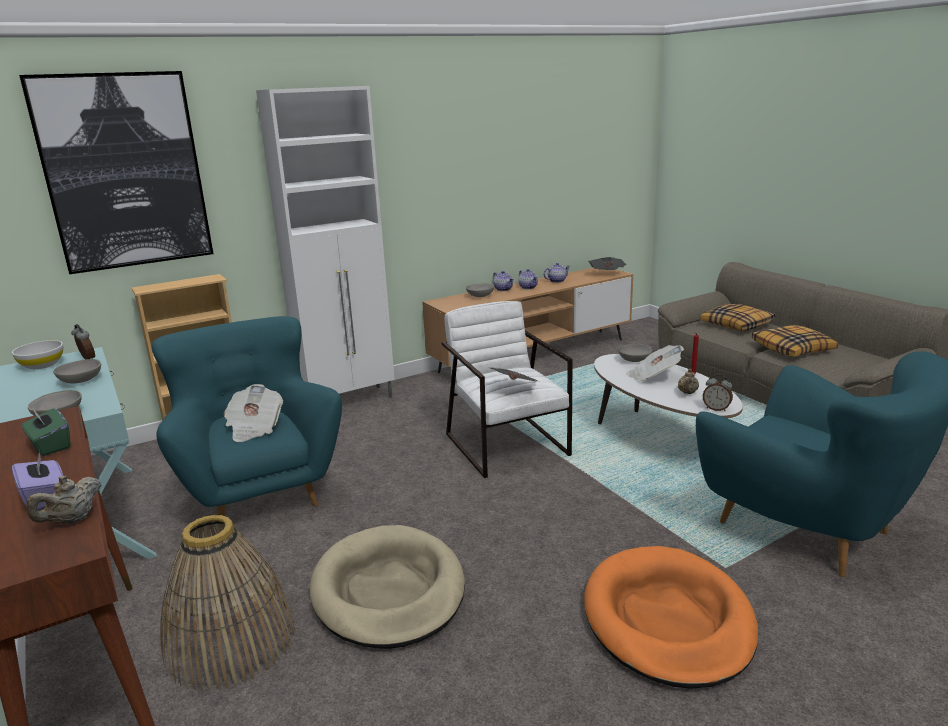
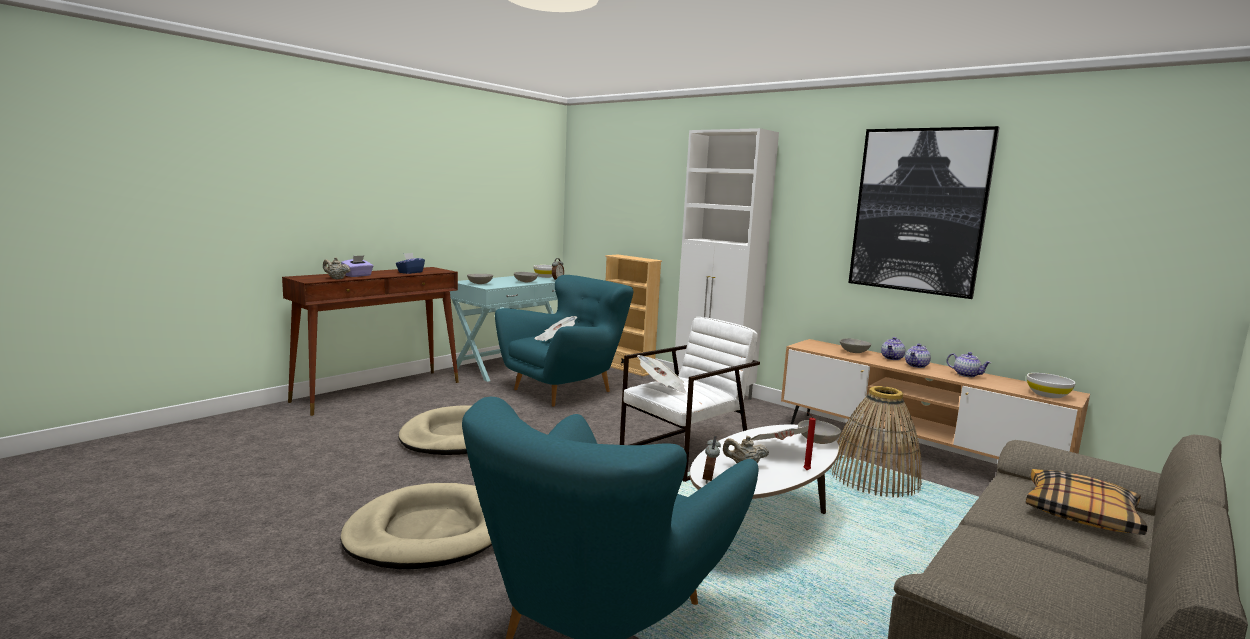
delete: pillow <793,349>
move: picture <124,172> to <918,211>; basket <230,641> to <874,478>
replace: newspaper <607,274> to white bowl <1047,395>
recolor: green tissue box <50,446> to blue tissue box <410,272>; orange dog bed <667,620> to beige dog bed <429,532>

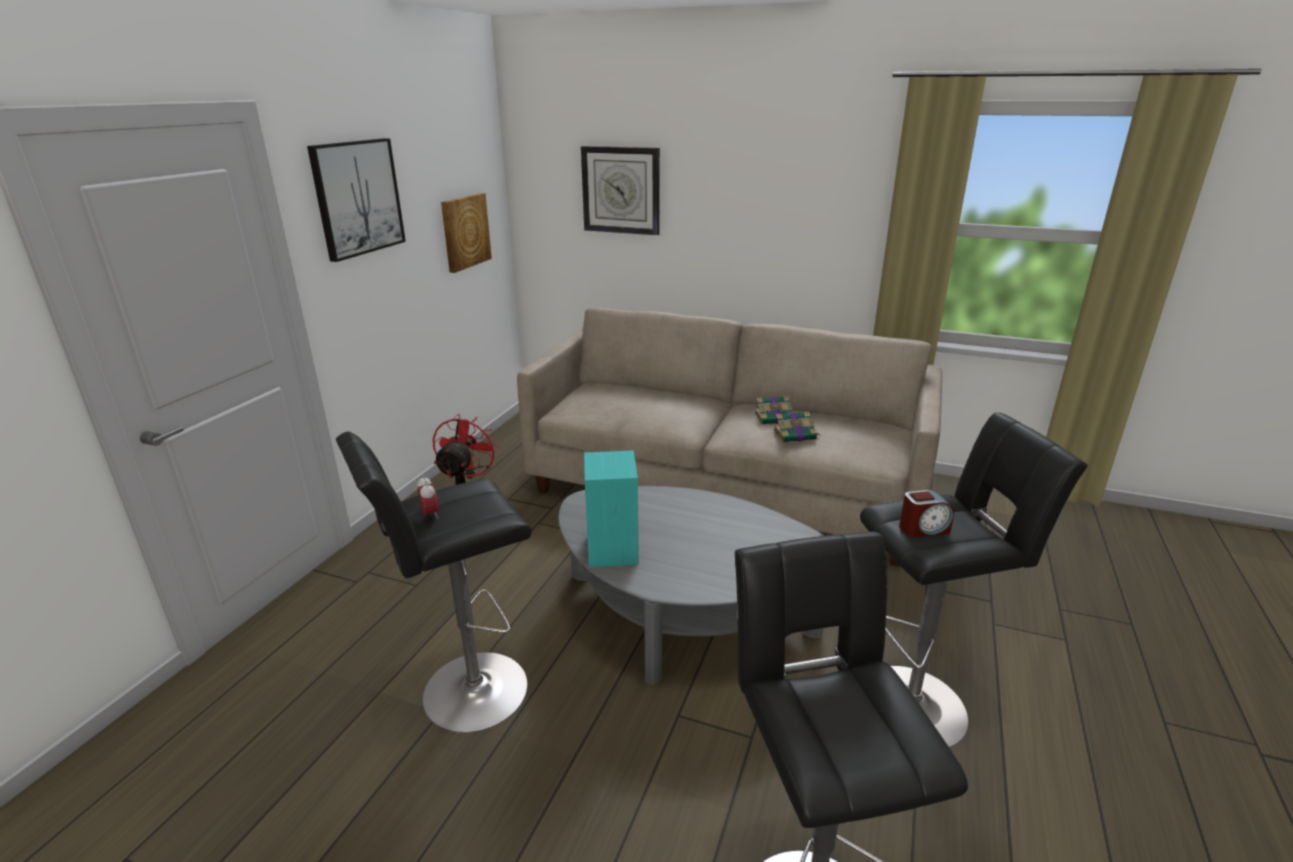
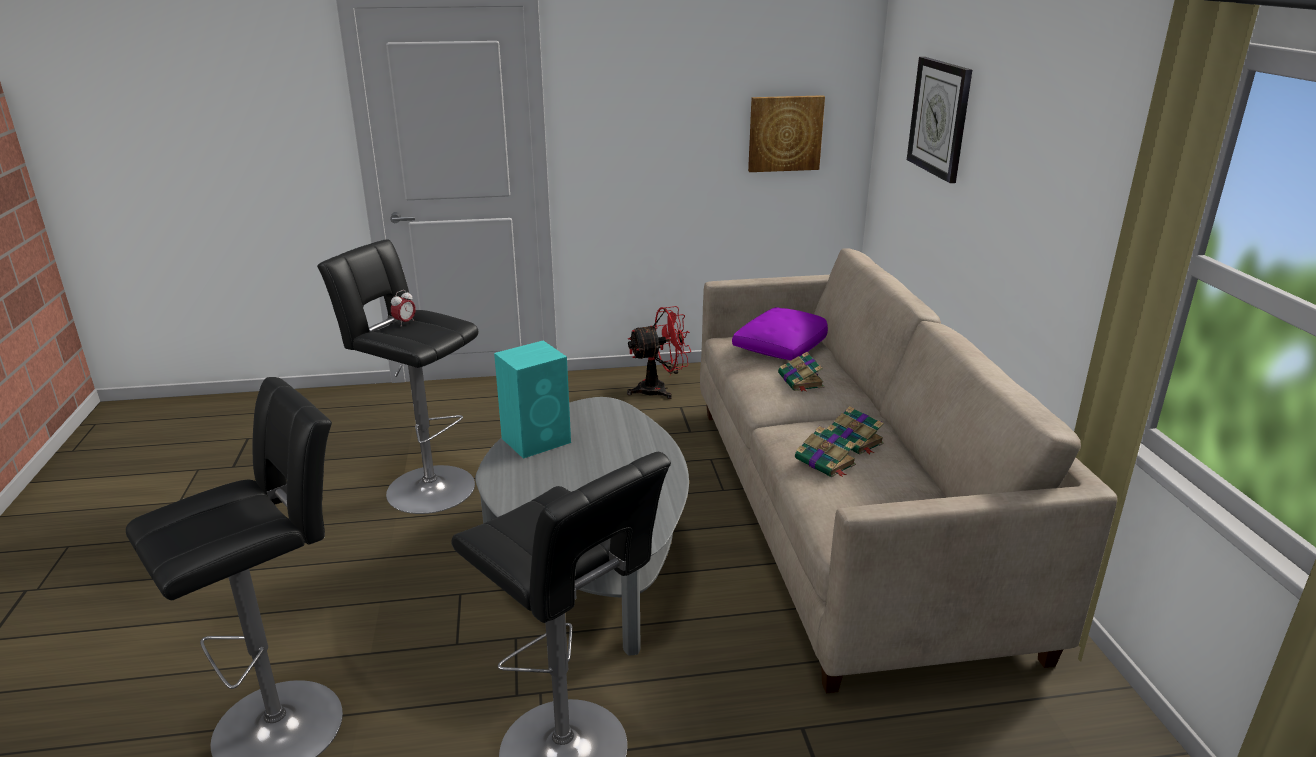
delete: picture <357,198>; alarm clock <923,529>
insert: purple pillow <783,346>; book <801,381>

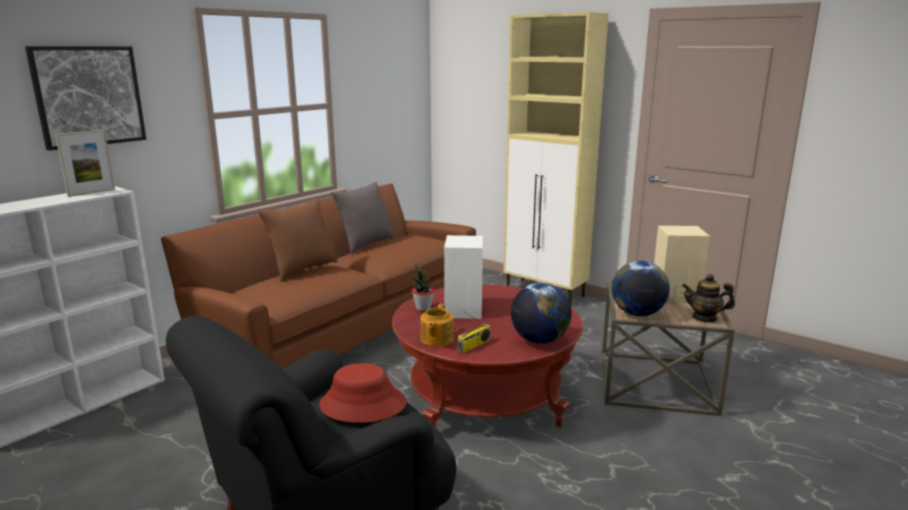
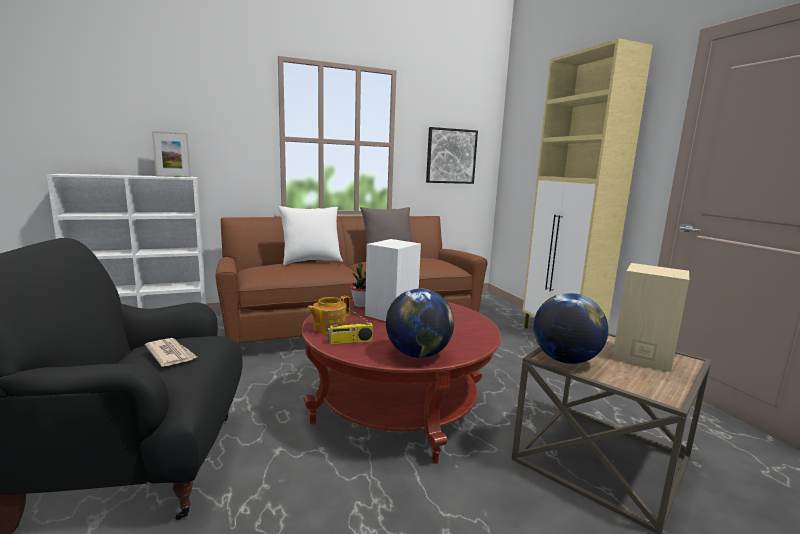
delete: teapot <704,318>
move: picture <88,96> to <451,156>
replace: red hat <362,404> to newspaper <171,354>
recolor: brown pillow <302,270> to white pillow <311,262>

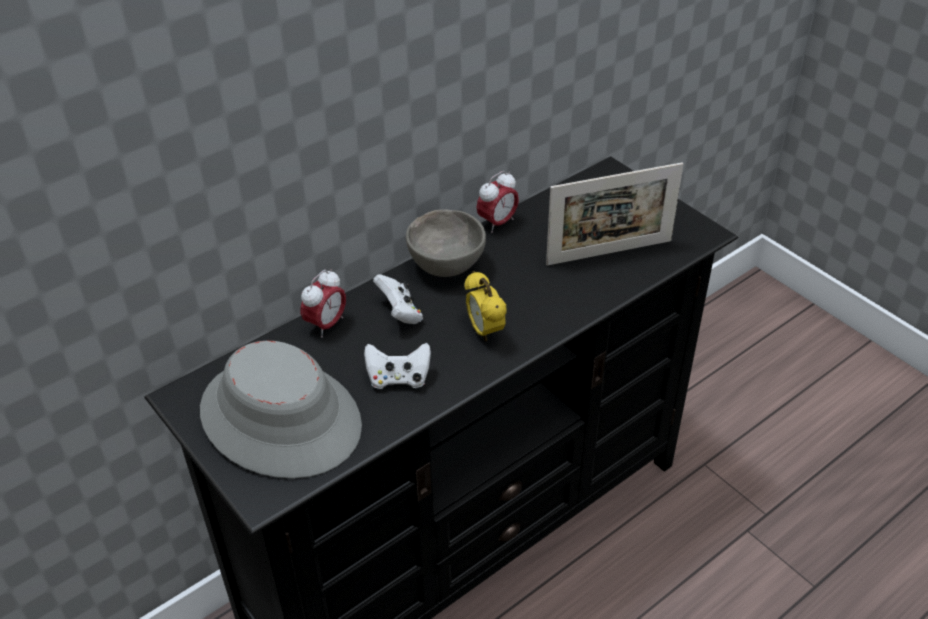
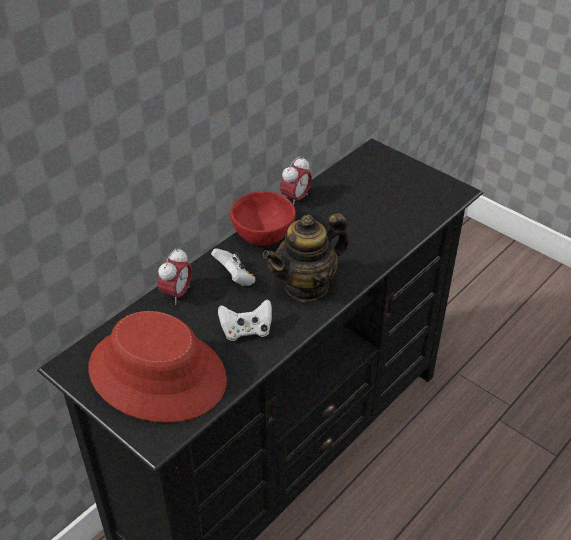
delete: picture frame <609,252>
replace: alarm clock <485,331> to teapot <306,285>
recolor: grey hat <281,418> to red hat <158,373>; grey bowl <447,265> to red bowl <263,235>

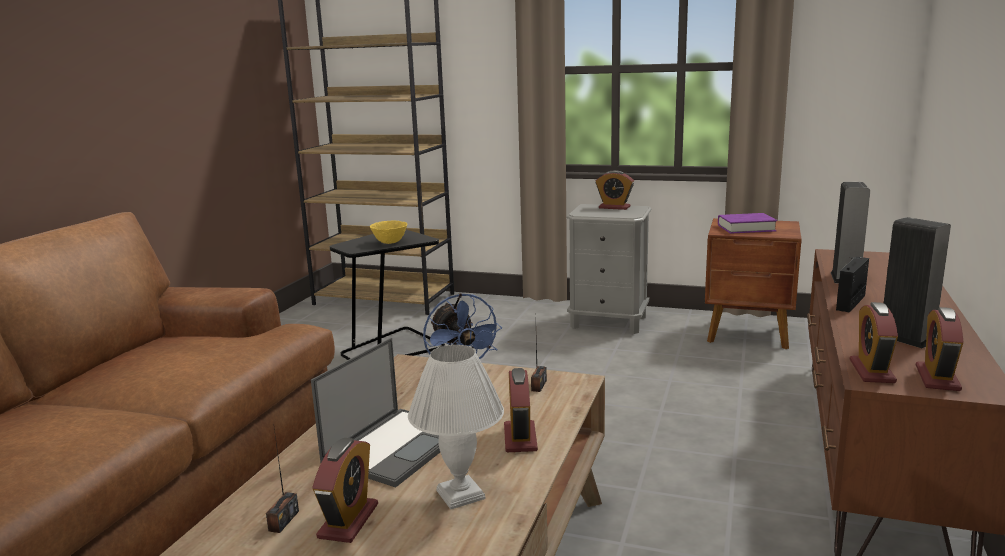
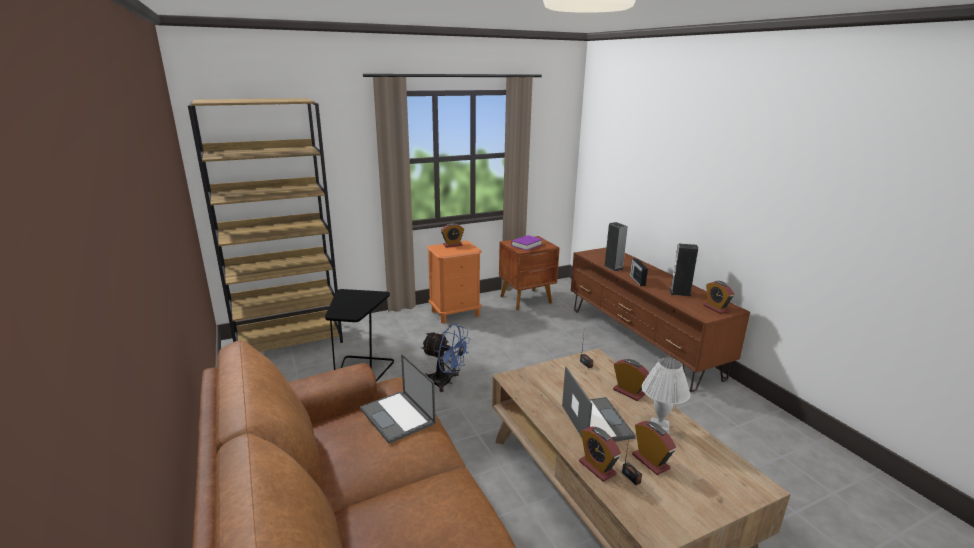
delete: yellow bowl <390,243>
insert: laptop <398,416>
move: alarm clock <872,371> to <597,468>
recolor: grey nightstand <608,322> to orange nightstand <455,313>

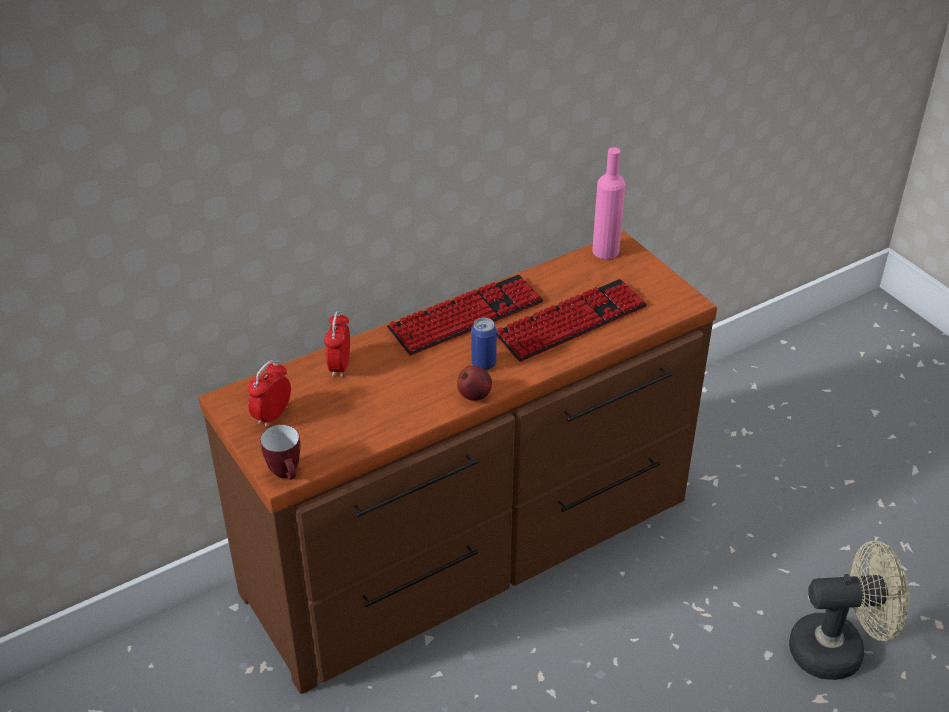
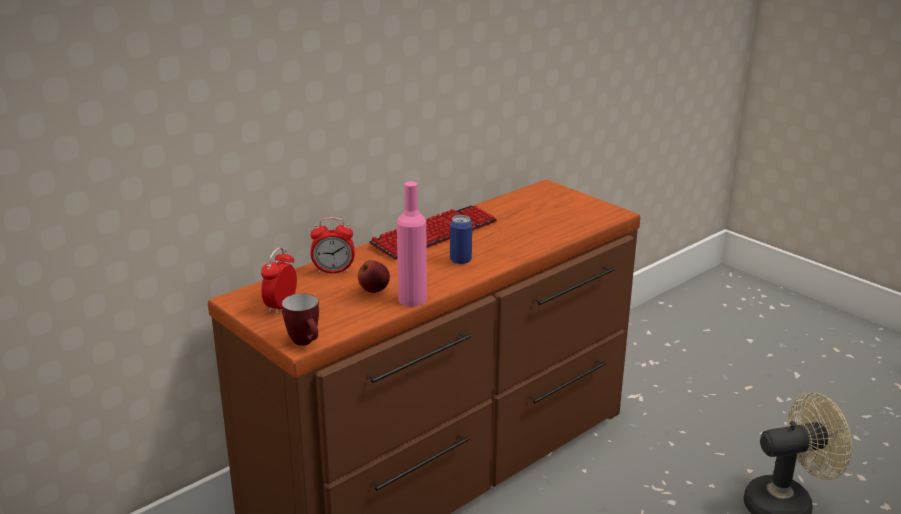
delete: keyboard <571,322>
move: apple <474,395> to <374,290>; pink bottle <605,251> to <412,299>
rotate: alarm clock <340,366> = <333,271> 90 degrees counterclockwise

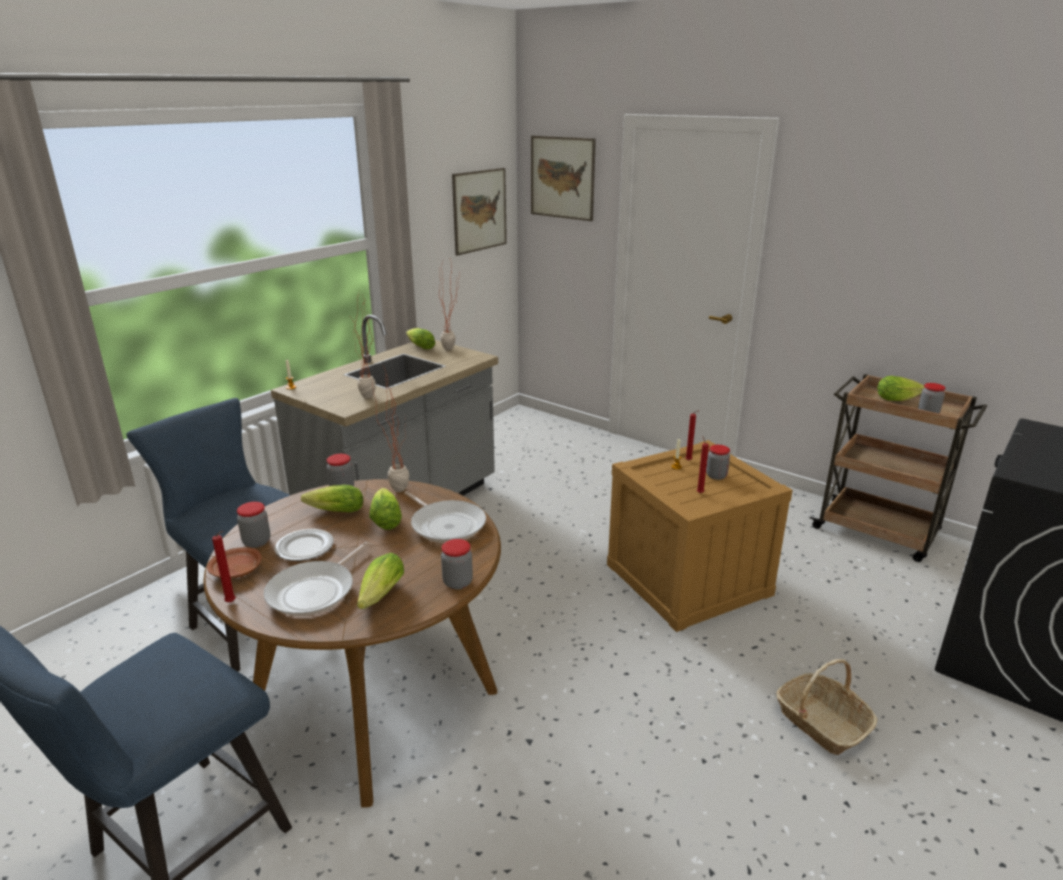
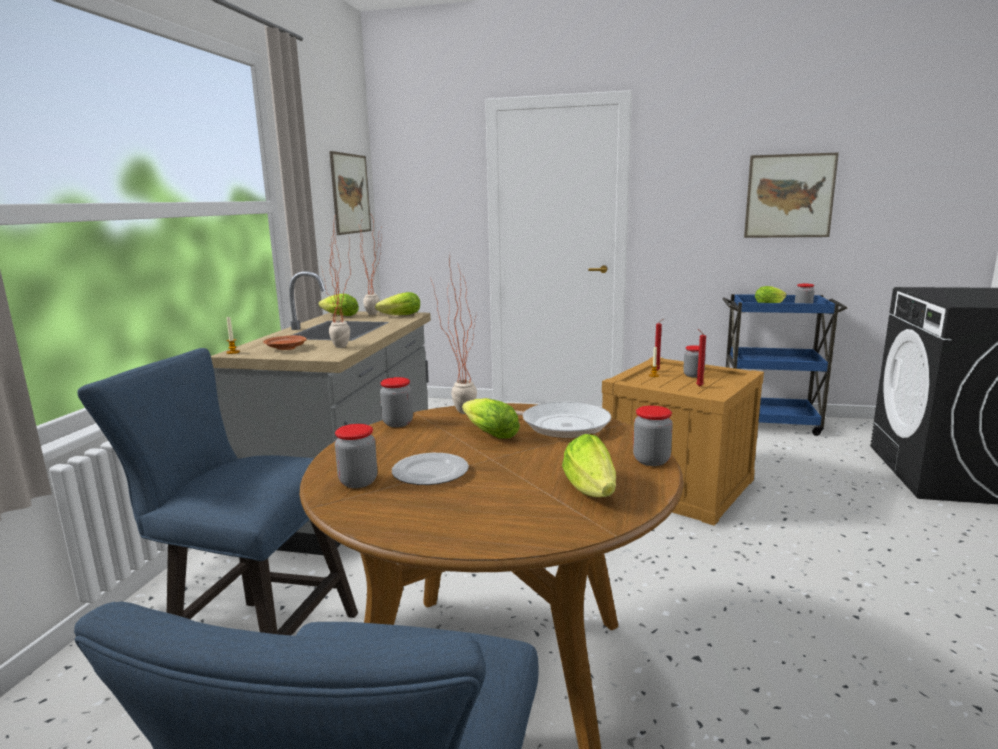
delete: red candle <232,603>; frying pan <315,591>; basket <821,723>
move: brown plate <236,571> to <285,348>; lettuce <333,512> to <398,316>; picture <562,177> to <789,196>
recolor: brown cart <878,531> to blue cart <769,423>

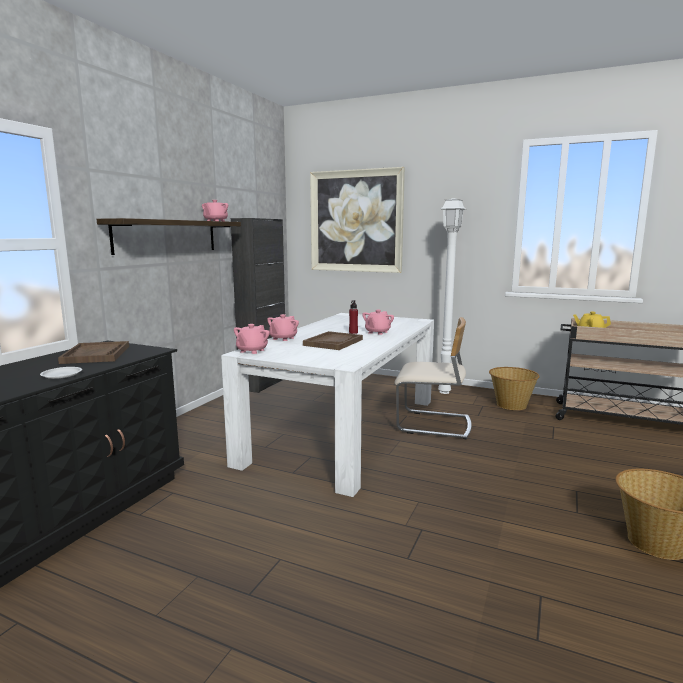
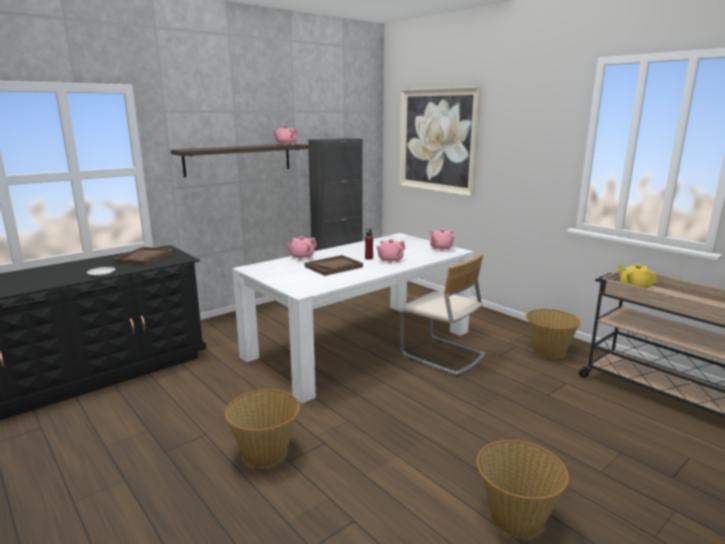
delete: white floor lamp <443,392>
insert: basket <265,452>
move: pink teapot <252,351> to <441,248>

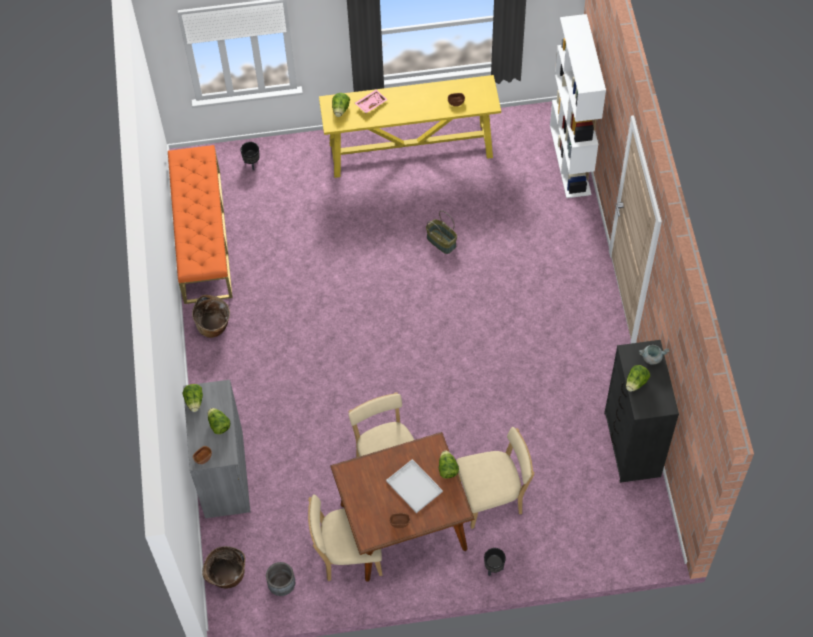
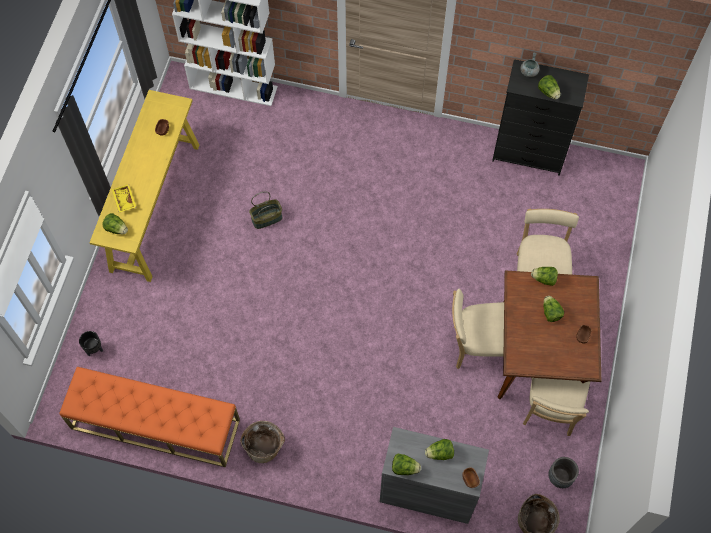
delete: black planter <494,568>
replace: white tray <413,486> to lettuce <550,312>
recolor: pink tray <370,103> to yellow tray <124,200>

